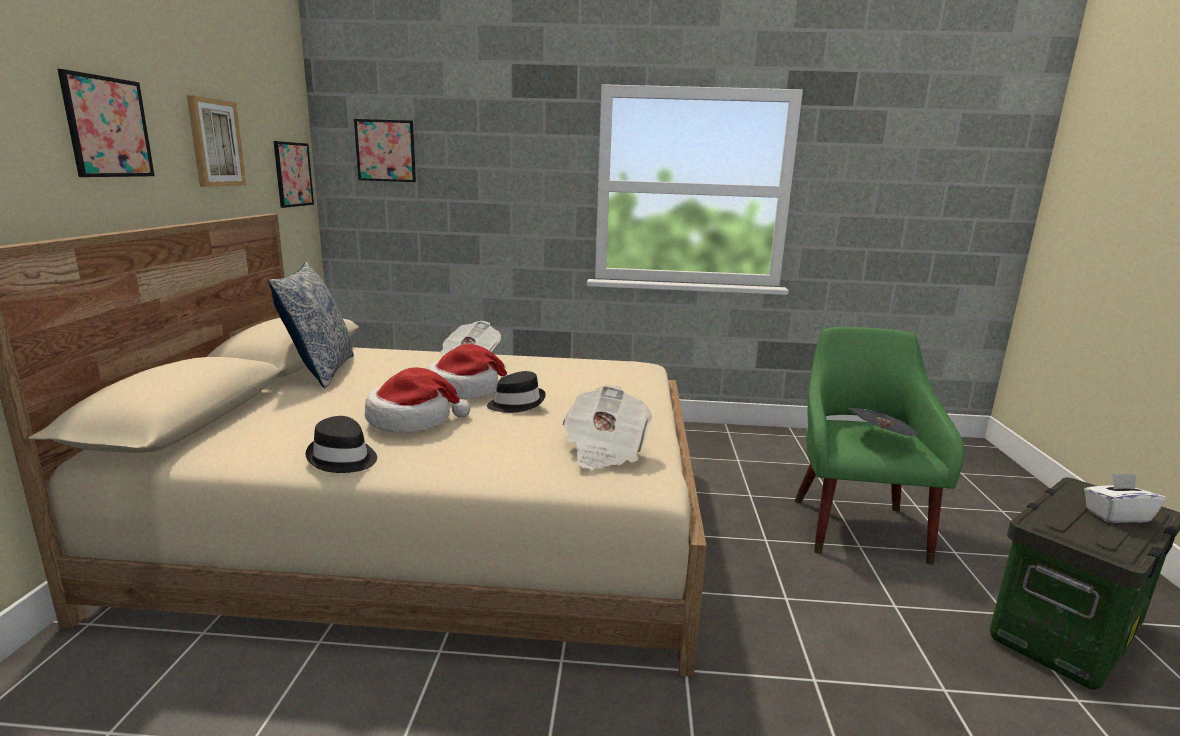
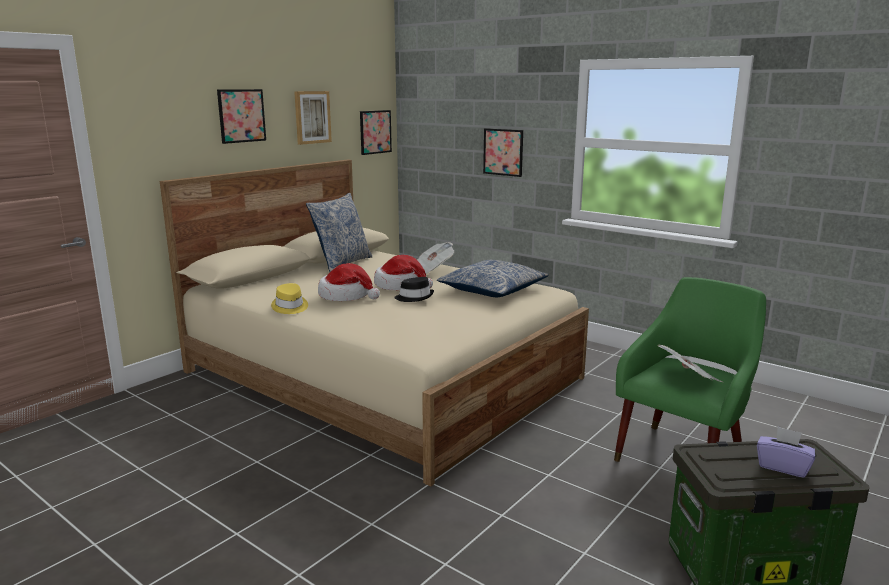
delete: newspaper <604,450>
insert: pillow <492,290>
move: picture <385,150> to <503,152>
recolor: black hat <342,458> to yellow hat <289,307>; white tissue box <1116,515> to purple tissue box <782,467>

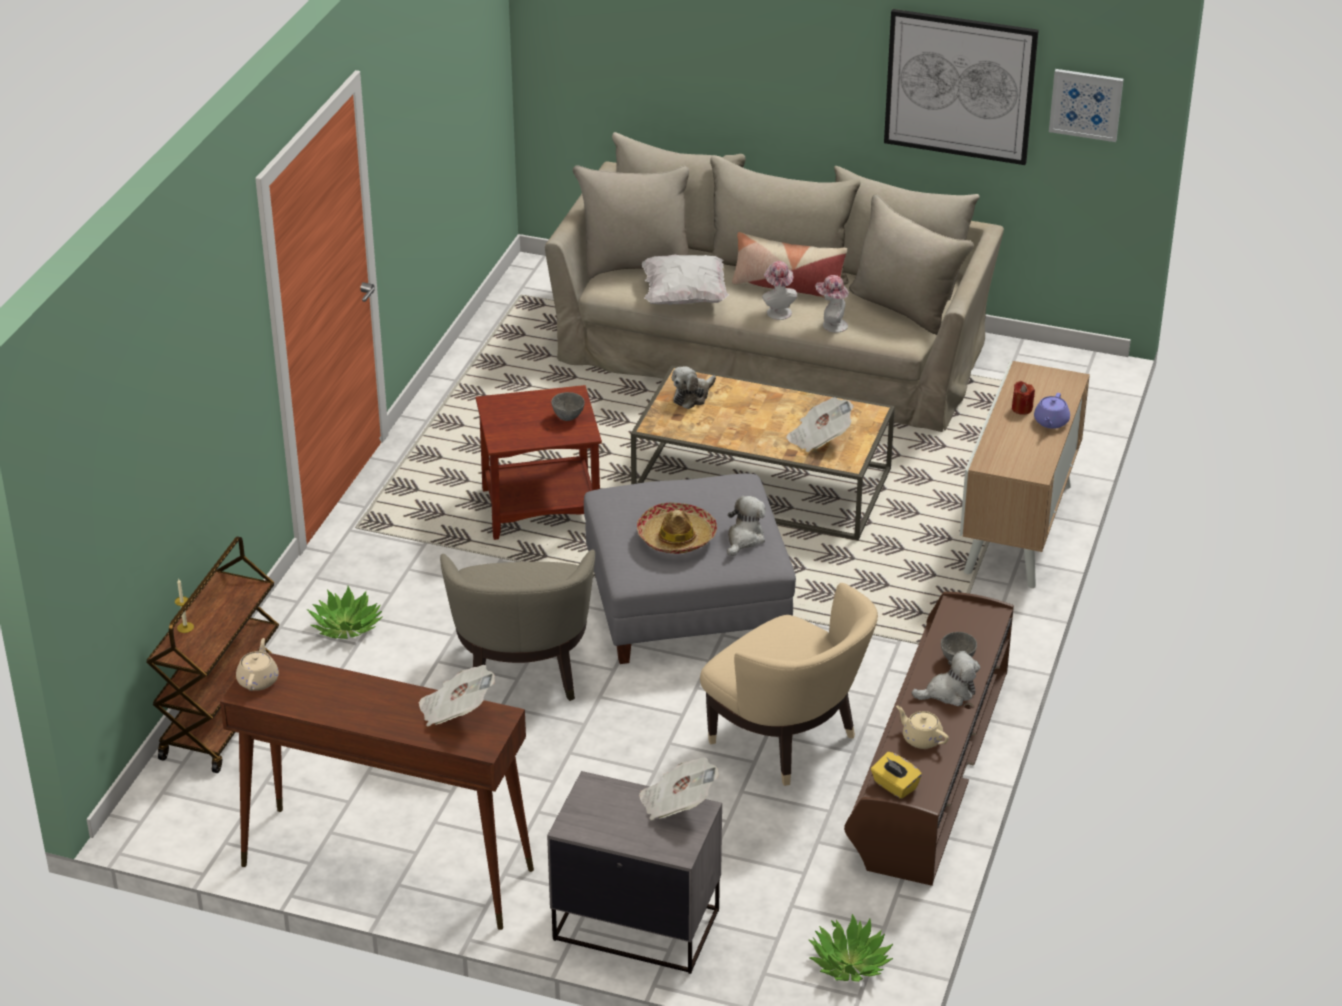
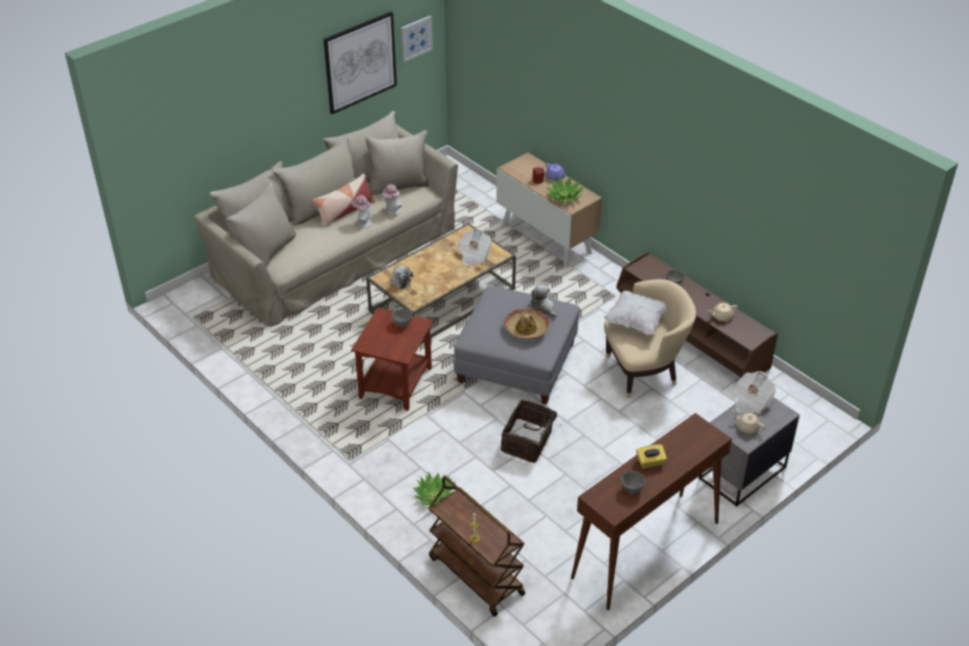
delete: newspaper <456,711>; plush toy <949,693>
insert: grey bowl <632,489>
move: beige teapot <258,680> to <747,427>; white pillow <684,297> to <635,322>; potted plant <849,963> to <564,197>; yellow tissue box <894,786> to <650,462>
replace: beige armchair <523,674> to basket <528,442>

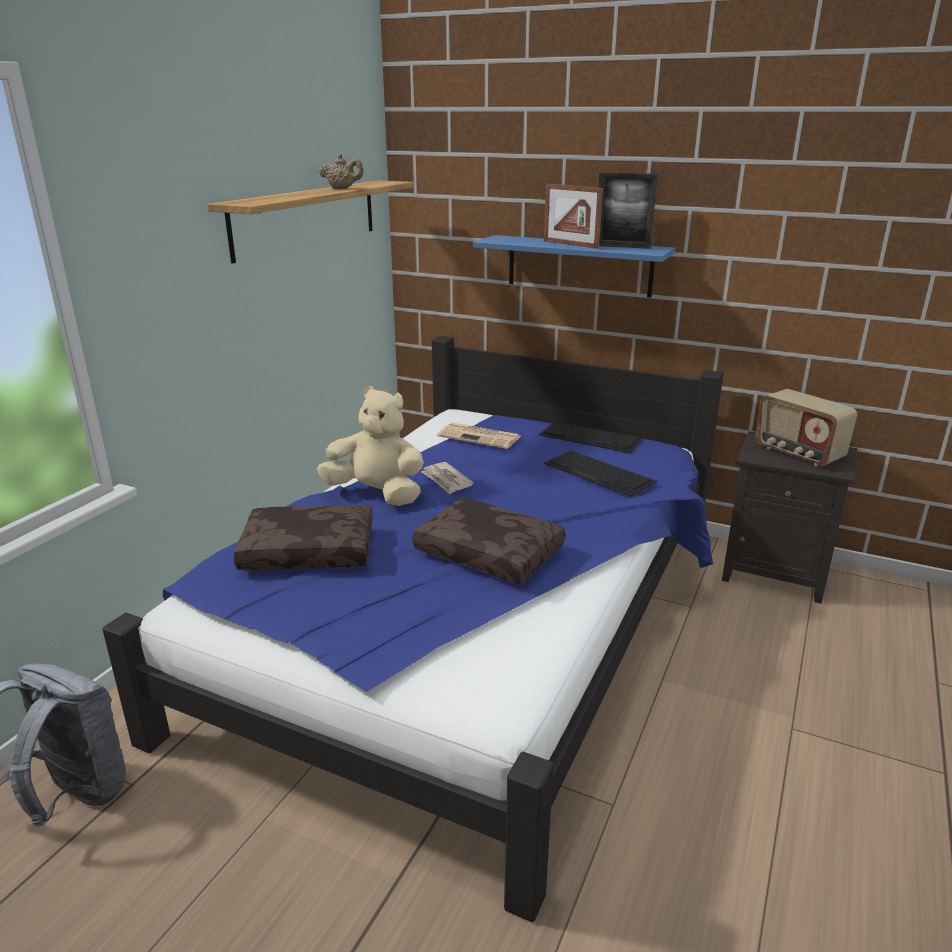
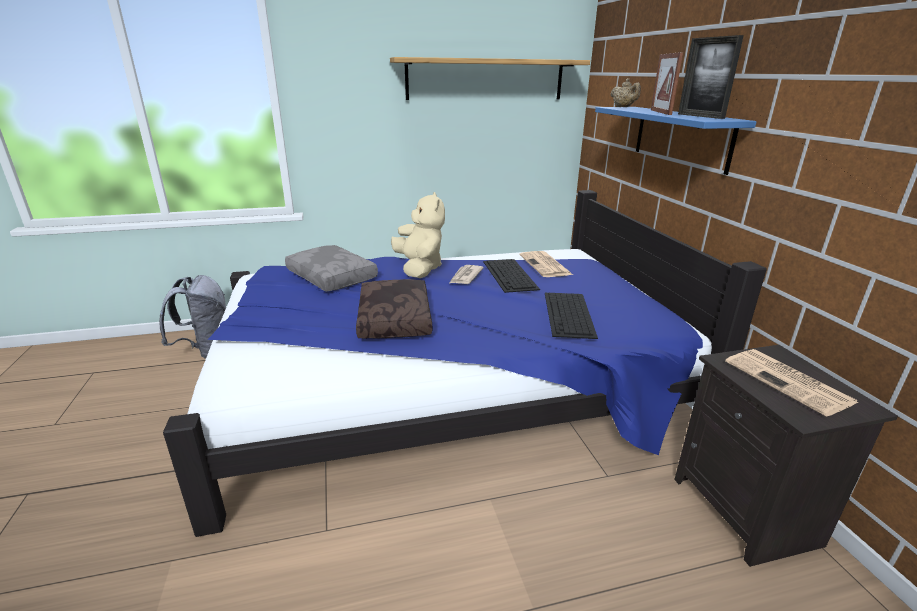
move: beige teapot <342,189> to <623,107>; keyboard <591,437> to <510,275>
replace: radio <798,453> to newspaper <789,382>
recolor: brown pillow <310,550> to grey pillow <333,277>

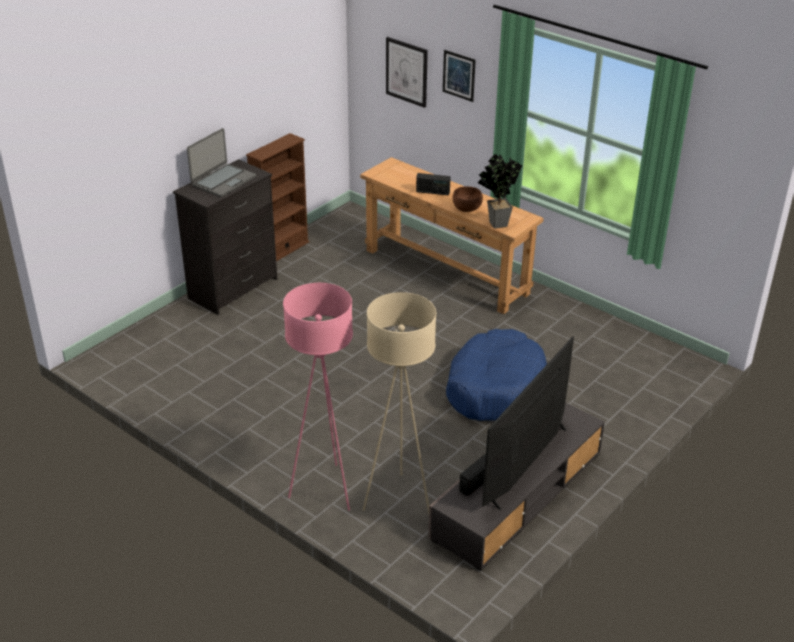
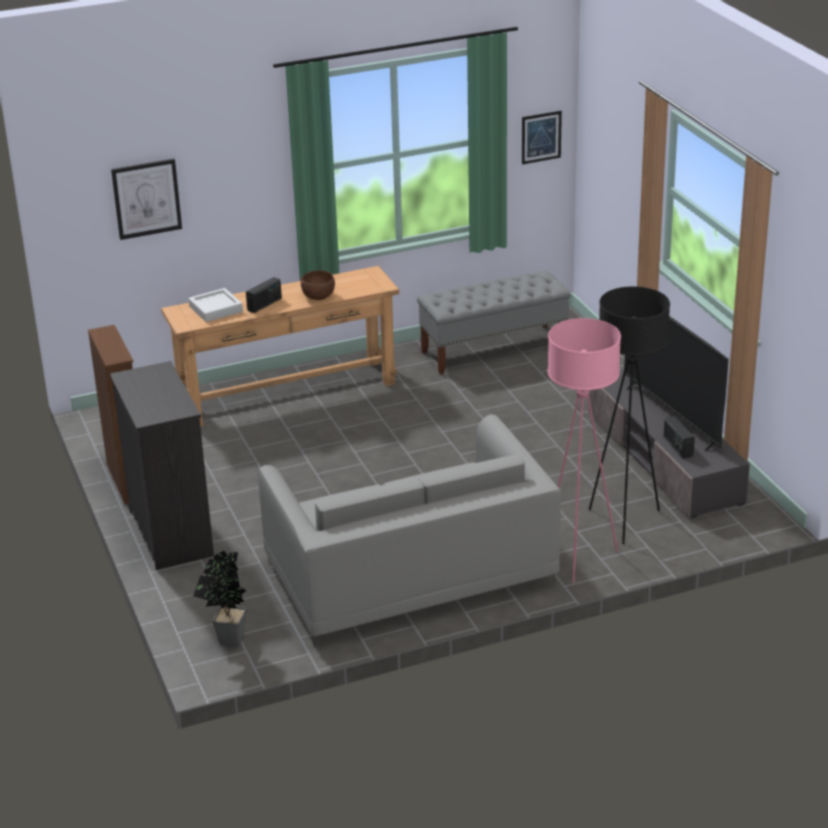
delete: laptop <223,181>; blue dog bed <495,387>
insert: grey tray <216,309>; grey sofa <409,575>; grey bench <494,349>
move: picture <459,75> to <541,137>; potted plant <495,223> to <228,642>
recolor: beige floor lamp <399,501> to black floor lamp <625,521>

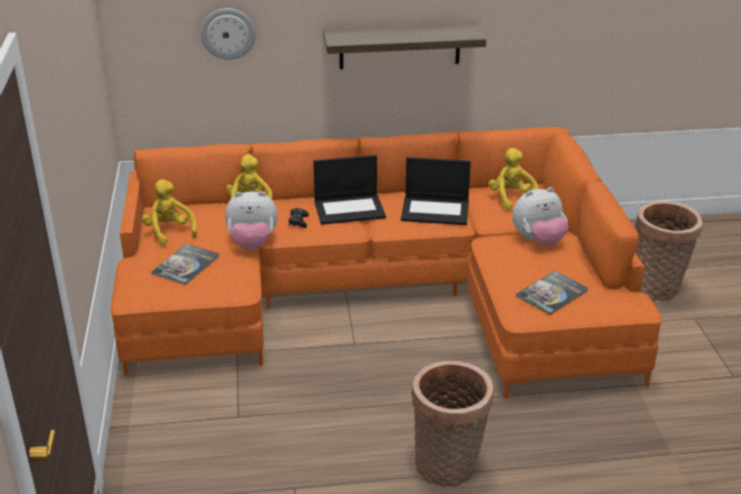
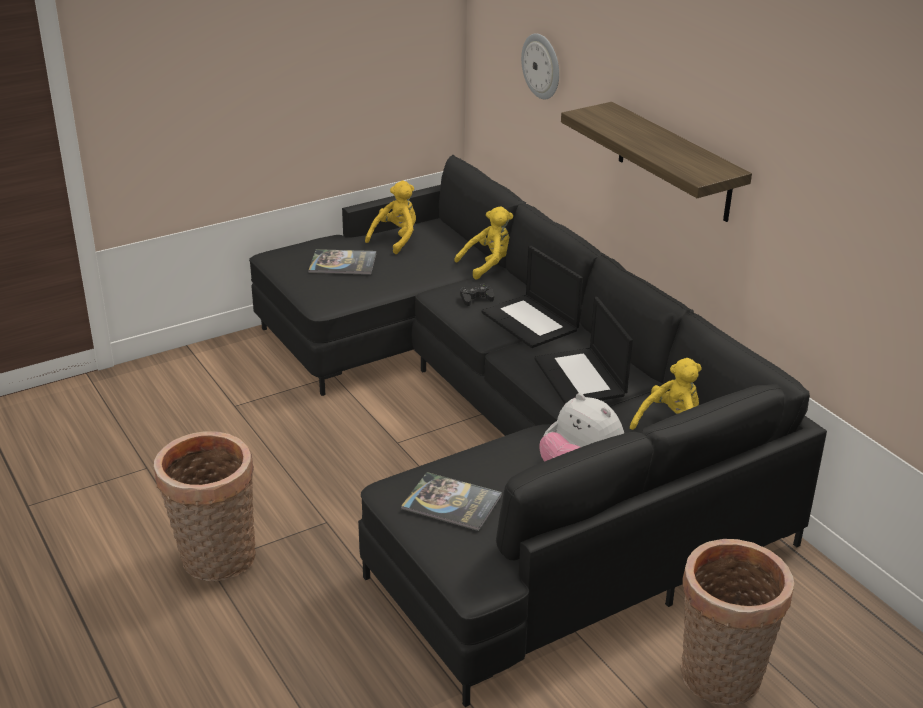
delete: plush toy <252,244>
recolor: orange sofa <382,295> to black sofa <505,437>

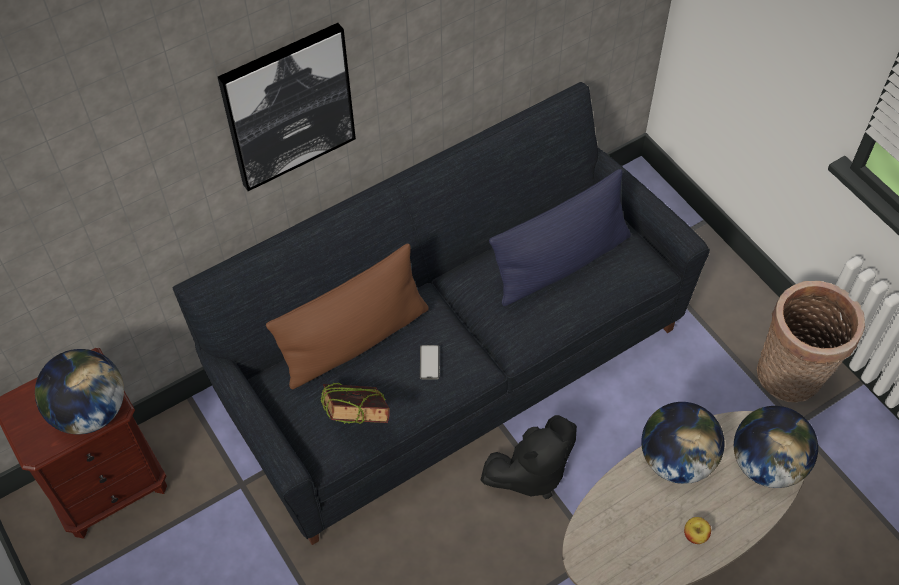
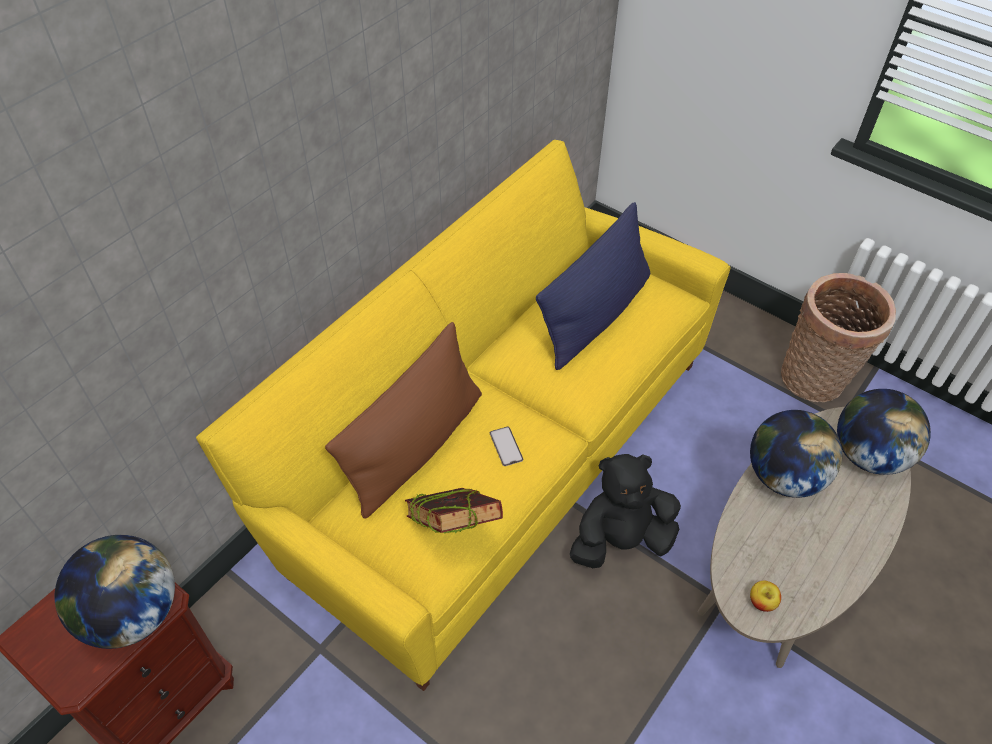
delete: picture <288,106>
move: apple <695,535> to <762,602>
recolor: black sofa <450,362> to yellow sofa <495,455>
rotate: black plush toy <531,472> = <621,540> 150 degrees counterclockwise

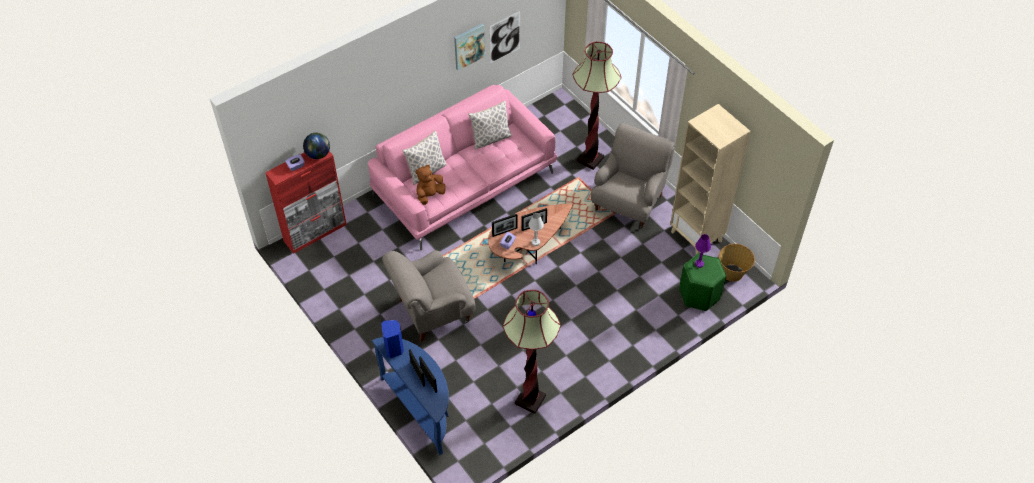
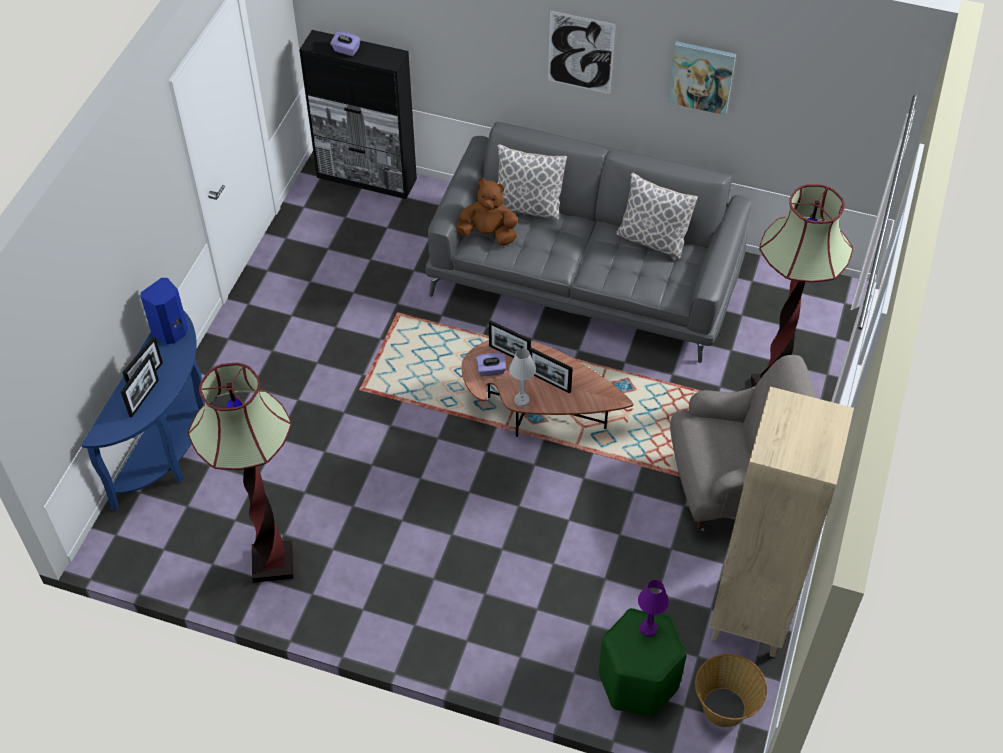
delete: globe <318,154>; grey armchair <432,311>
move: picture <505,37> to <580,53>
recolor: red cabinet <315,233> to black cabinet <367,178>; pink sofa <465,183> to grey sofa <586,276>

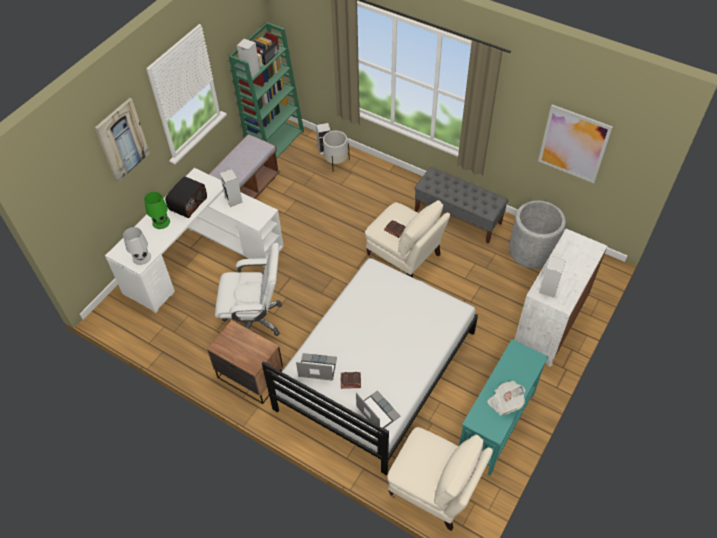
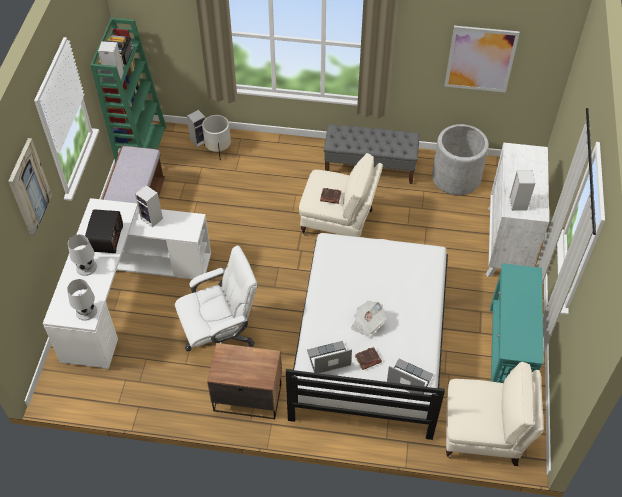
move: newspaper <505,402> to <367,323>
recolor: green table lamp <161,222> to white table lamp <86,267>

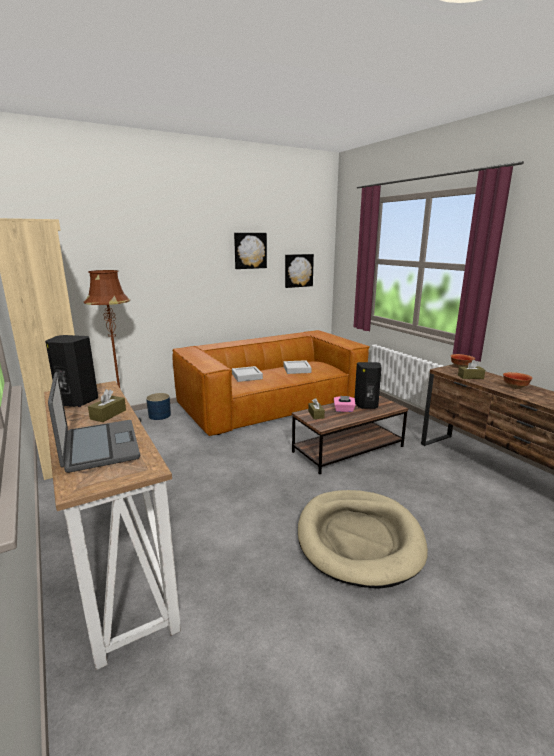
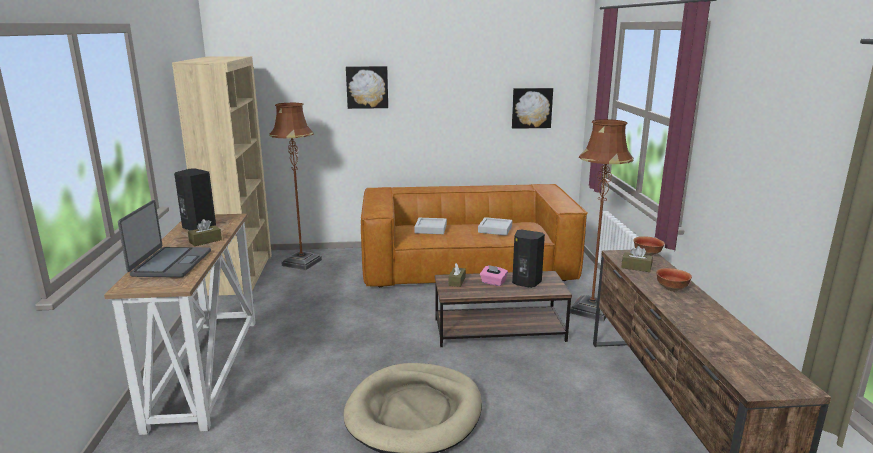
delete: blue planter <160,415>
insert: brown floor lamp <591,310>
move: picture <250,250> to <367,87>

